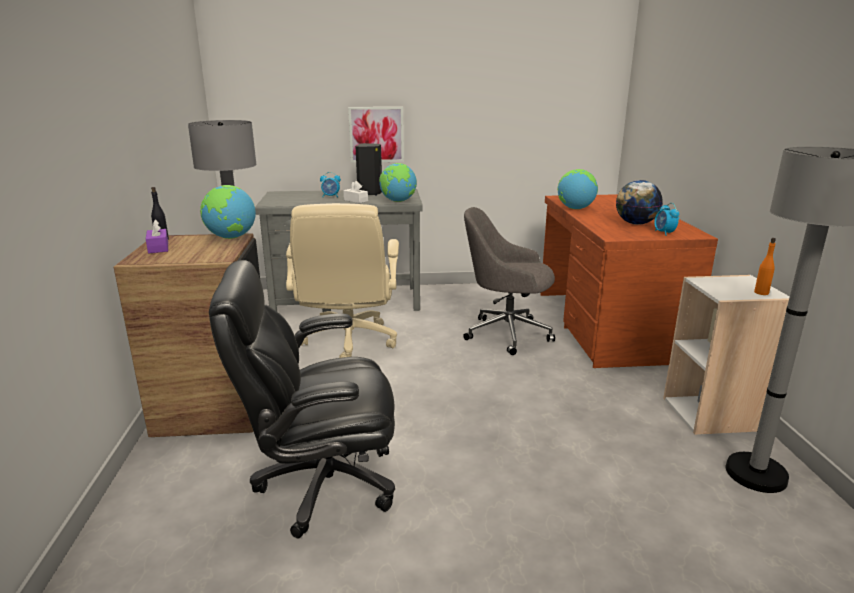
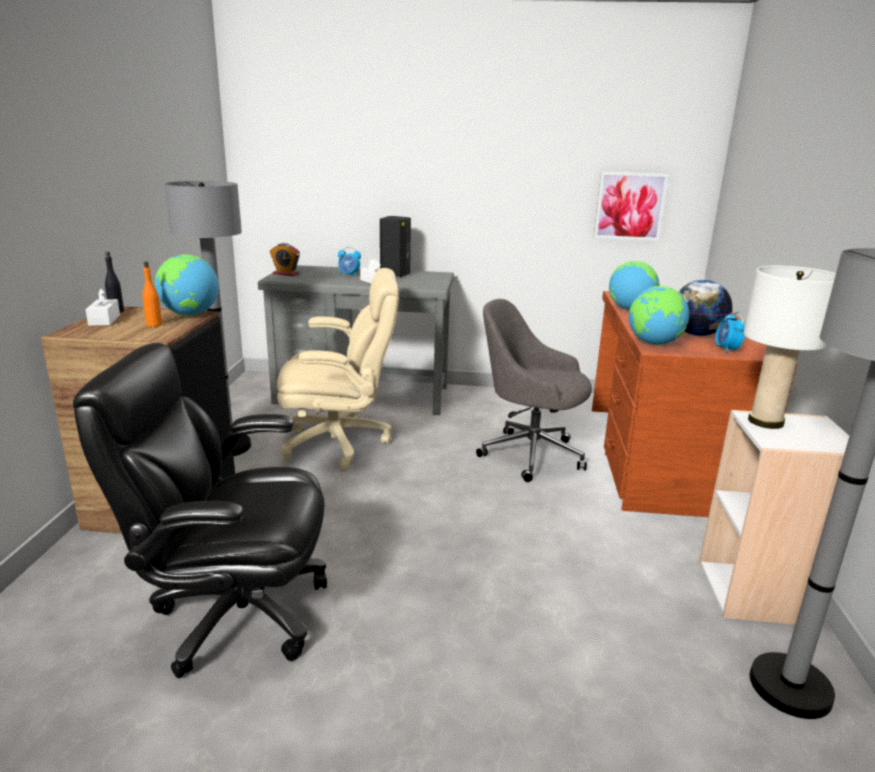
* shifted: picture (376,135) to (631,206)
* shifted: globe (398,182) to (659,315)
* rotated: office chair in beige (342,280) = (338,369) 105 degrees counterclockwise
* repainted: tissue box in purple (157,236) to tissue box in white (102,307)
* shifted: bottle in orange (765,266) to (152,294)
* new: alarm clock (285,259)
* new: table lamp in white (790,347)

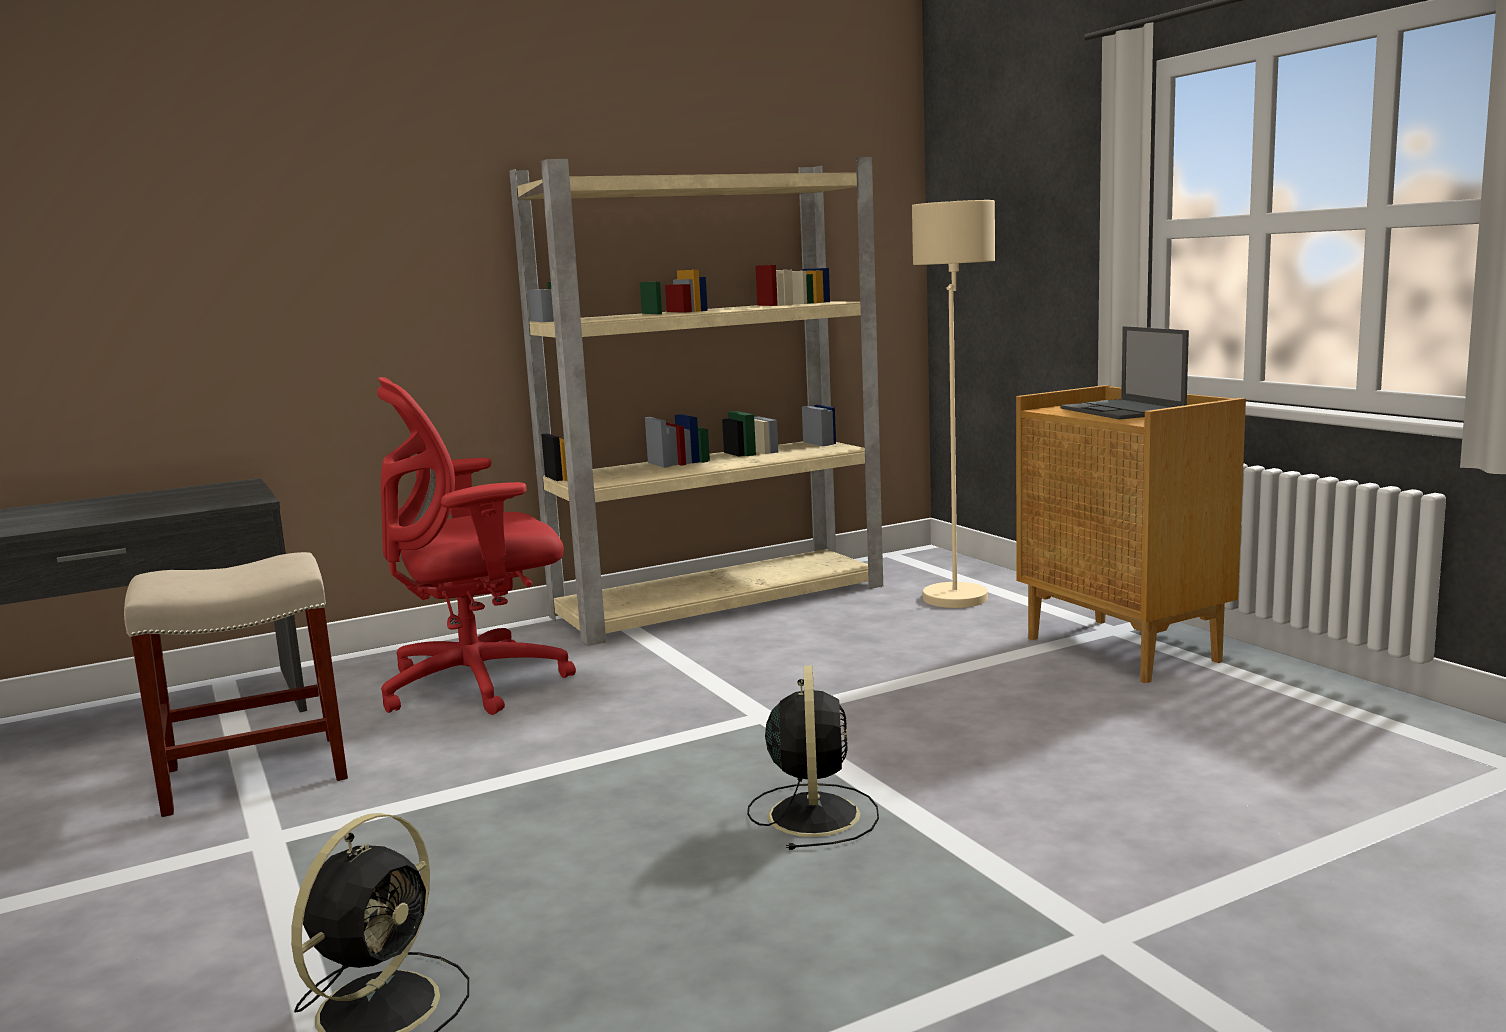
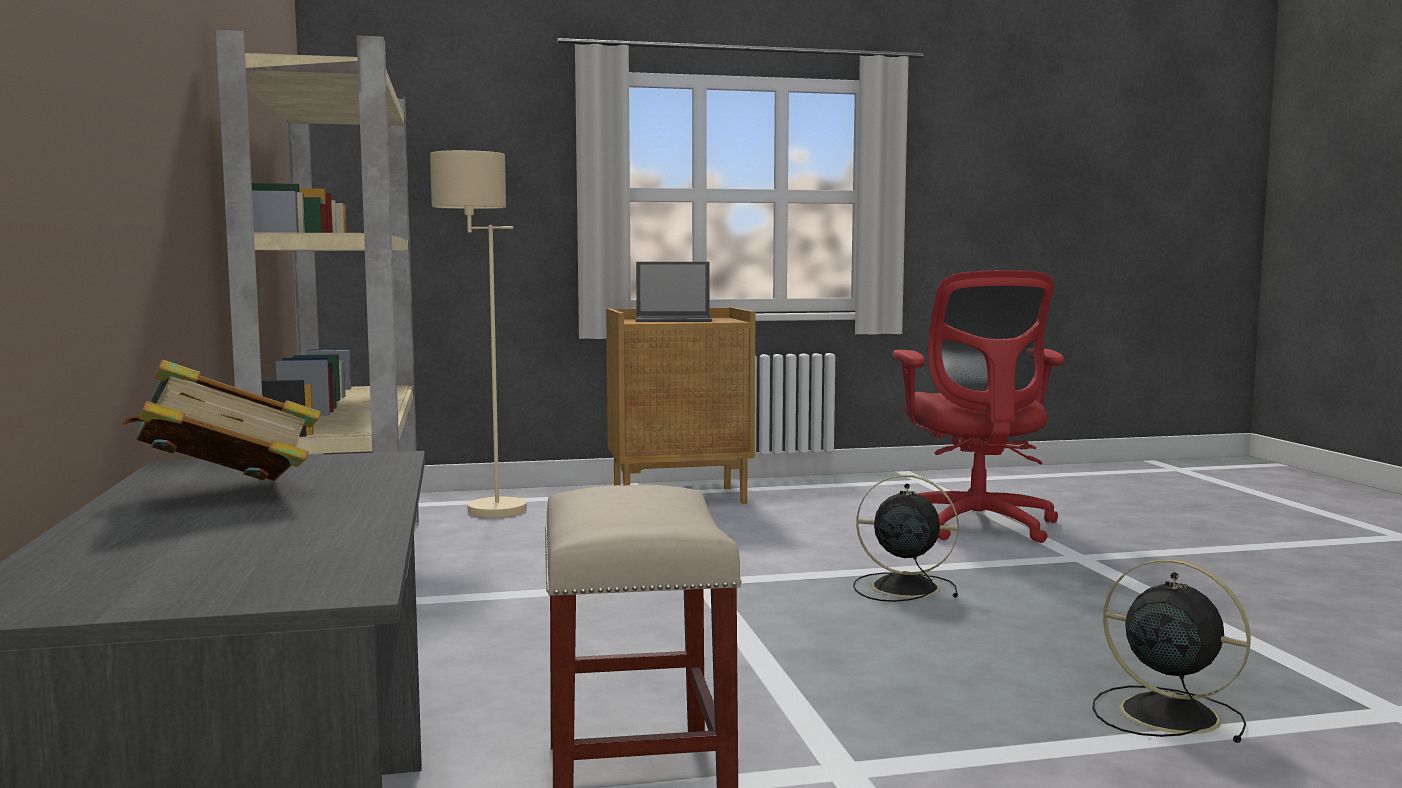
* shifted: office chair in red (476,546) to (978,406)
* new: book (221,420)

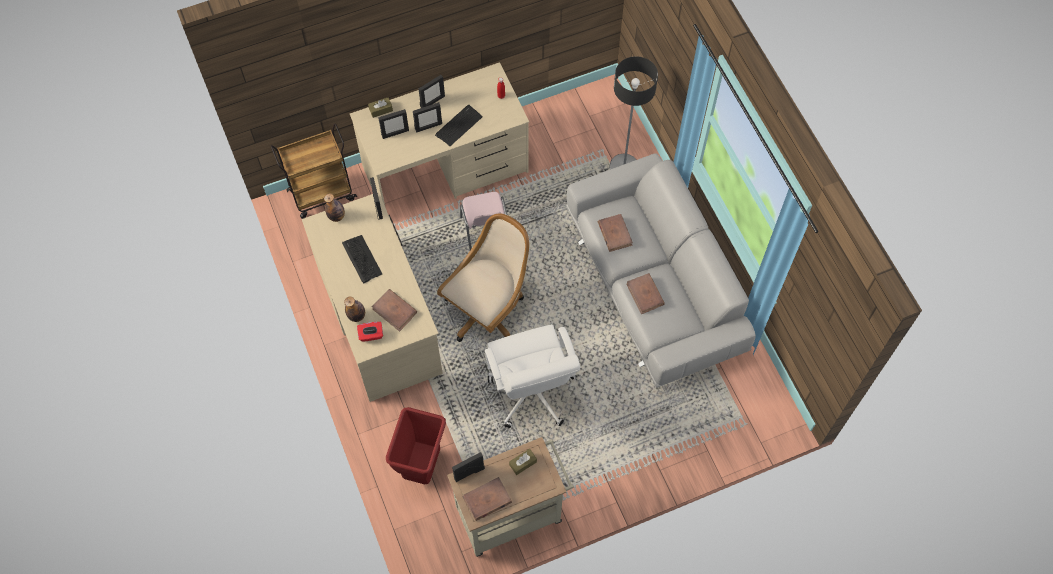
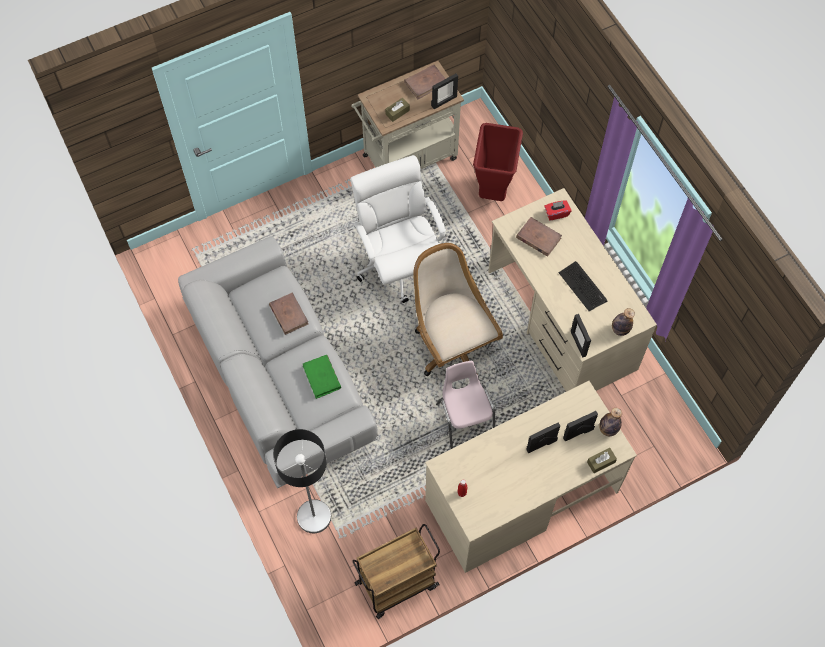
* gone: picture frame (432,91)
* gone: keyboard (459,125)
* shifted: cart in brown (314,171) to (396,571)
* rotated: office chair (483,277) = (458,309) 120 degrees clockwise
* repainted: book in brown (615,233) to book in green (322,377)
* shifted: bottle (354,309) to (610,422)

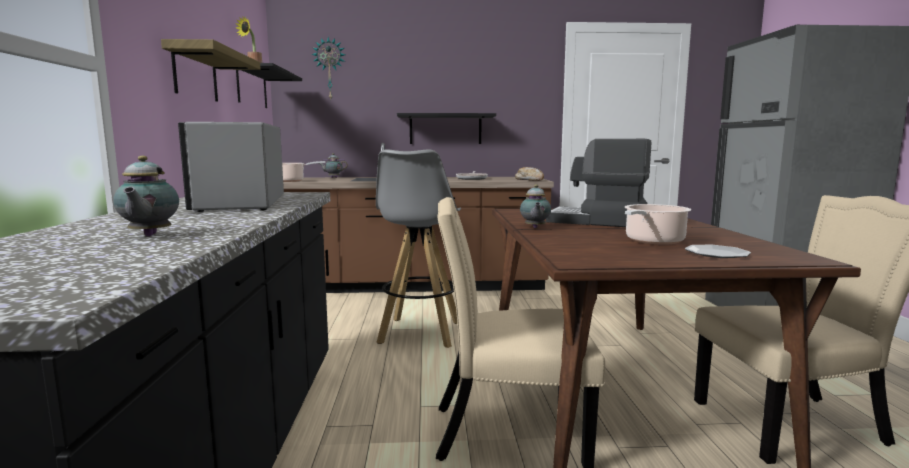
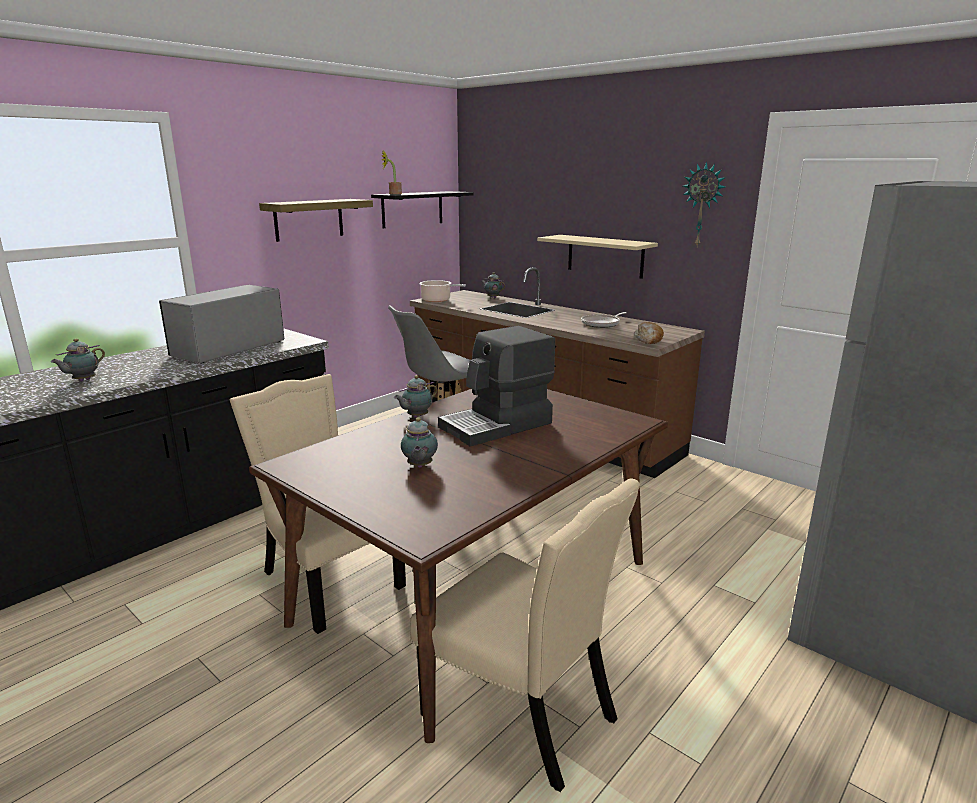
* shifted: wall clock (328,68) to (704,204)
* repainted: shelf in black (446,128) to shelf in beige (597,257)
* rotated: coffee machine (598,183) = (496,386) 105 degrees counterclockwise
* swapped: cooking pot (658,224) to teapot (419,442)
* gone: plate (718,251)

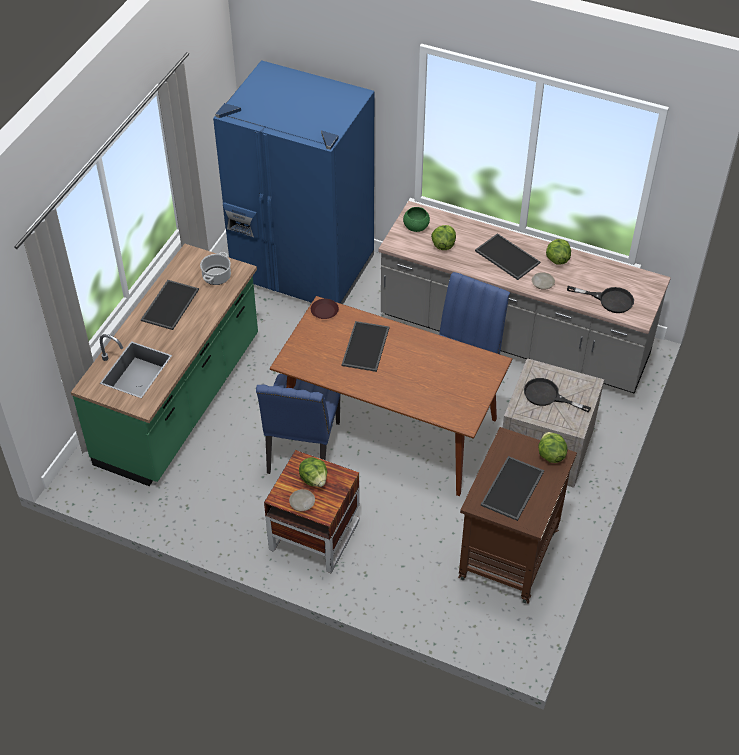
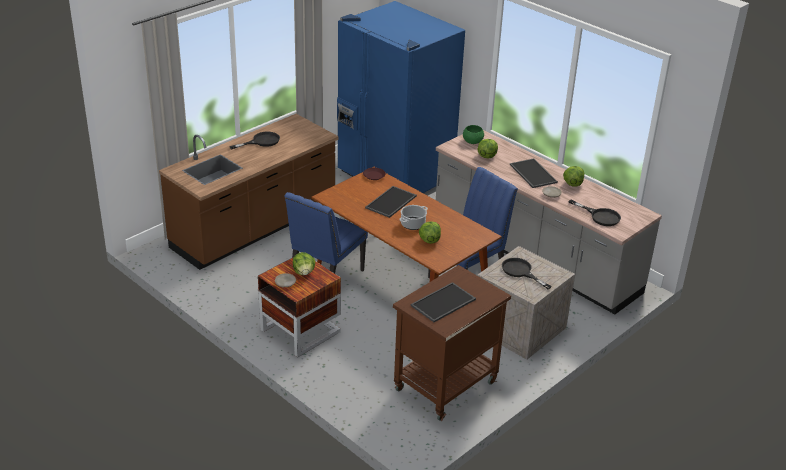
* repainted: counter in green (164,365) to counter in brown (249,192)
* shifted: cooking pot (215,268) to (413,217)
* swapped: tray (170,305) to frying pan in black (254,140)
* shifted: lettuce (552,447) to (430,232)

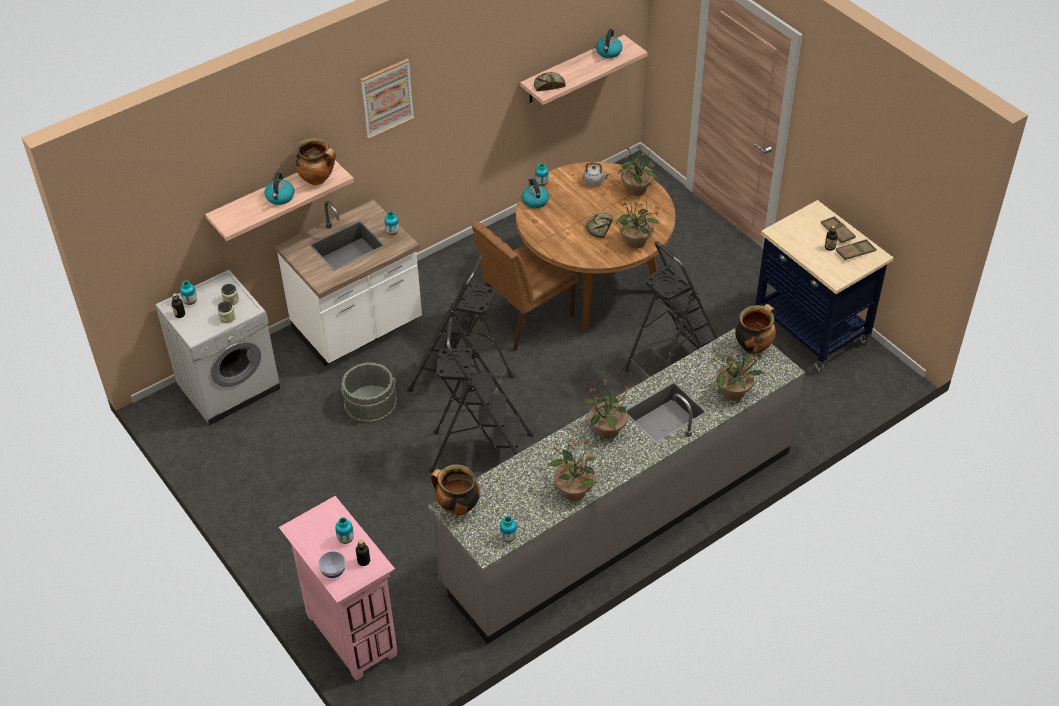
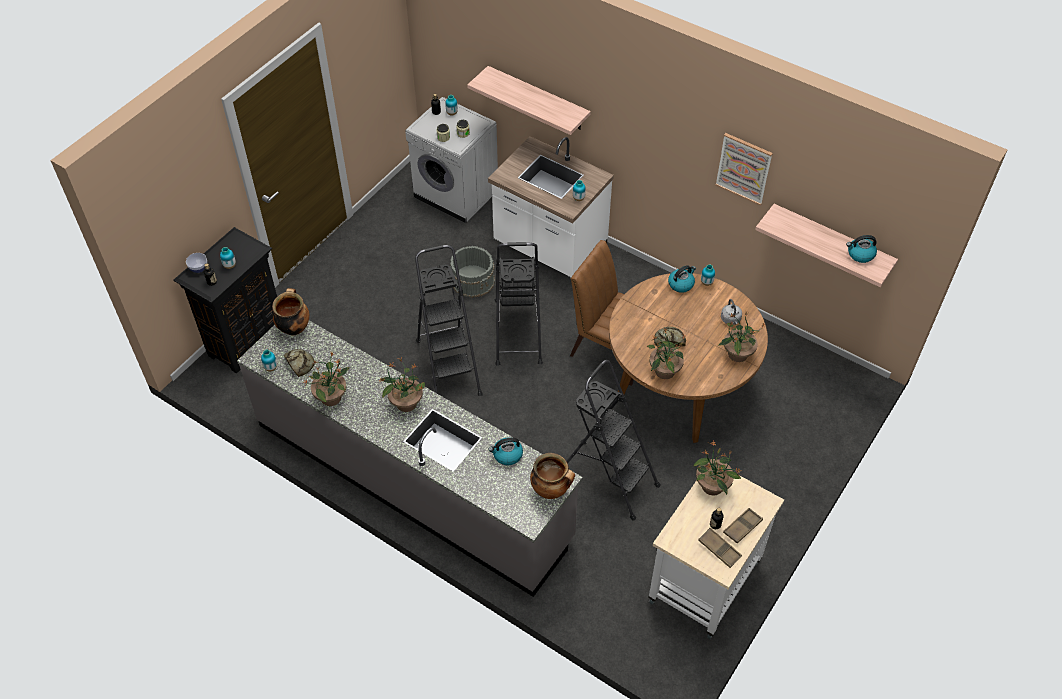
* shifted: picture (387,98) to (744,169)
* shifted: bread (549,81) to (299,363)
* gone: cooking pot (315,161)
* shifted: kettle (279,188) to (506,451)
* repainted: cart in blue (824,286) to cart in white (716,557)
* shifted: potted plant (739,373) to (717,468)
* repainted: cabinet in pink (338,588) to cabinet in black (225,300)

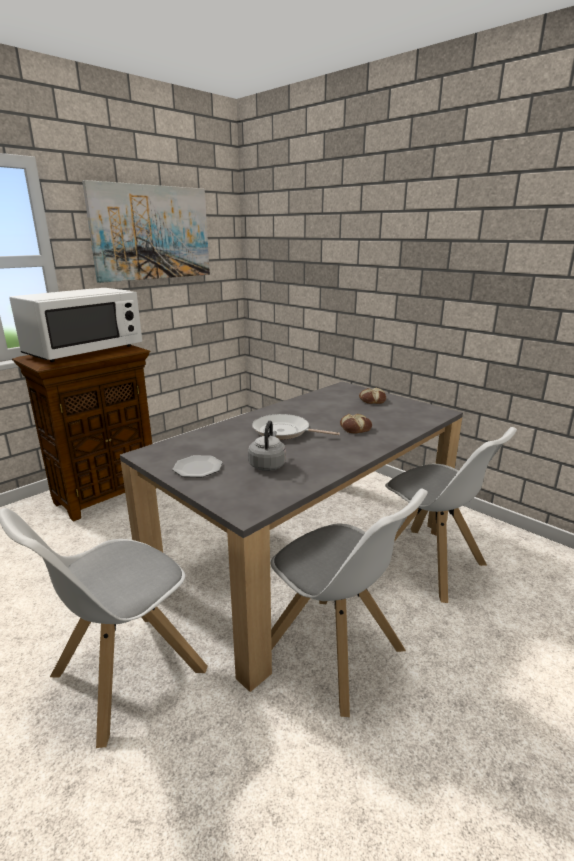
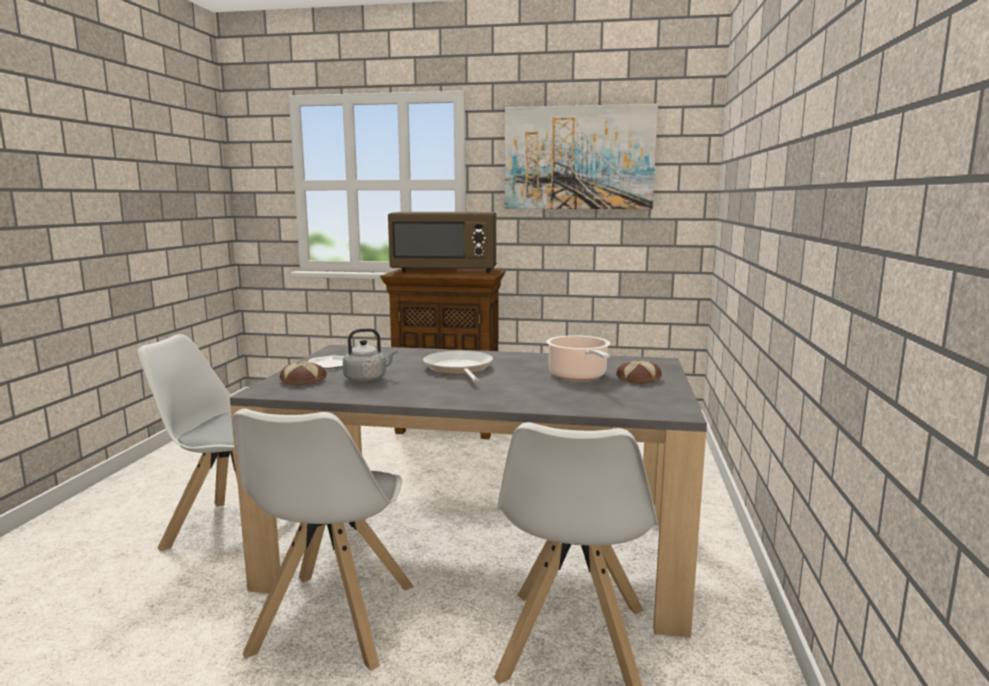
* repainted: microwave in white (75,325) to microwave in brown (442,242)
* shifted: bread (356,424) to (303,372)
* new: cooking pot (578,358)

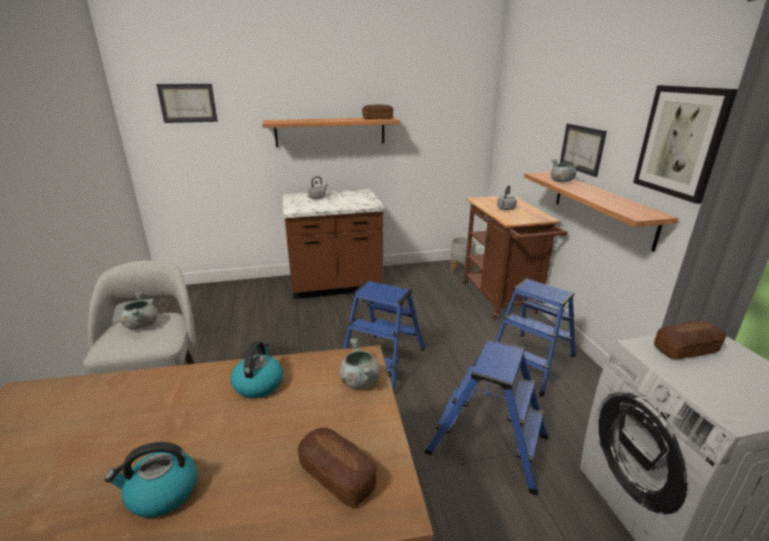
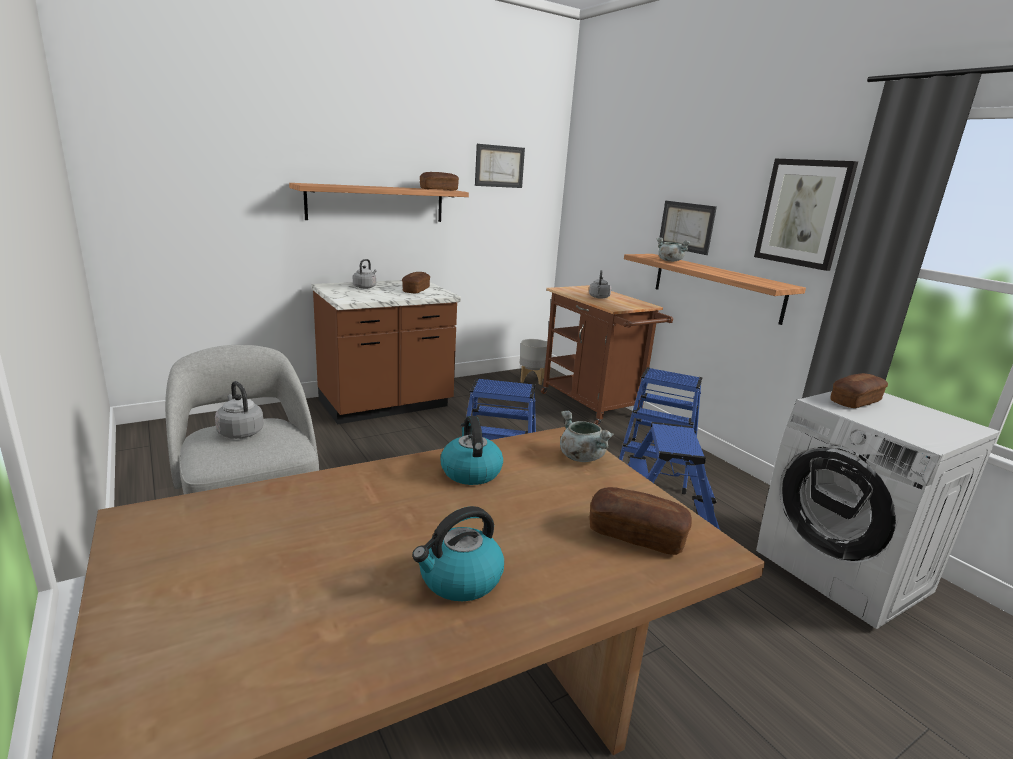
* shifted: picture (187,103) to (500,166)
* swapped: cooking pot in grey (139,310) to kettle in grey (239,410)
* new: bread (416,282)

